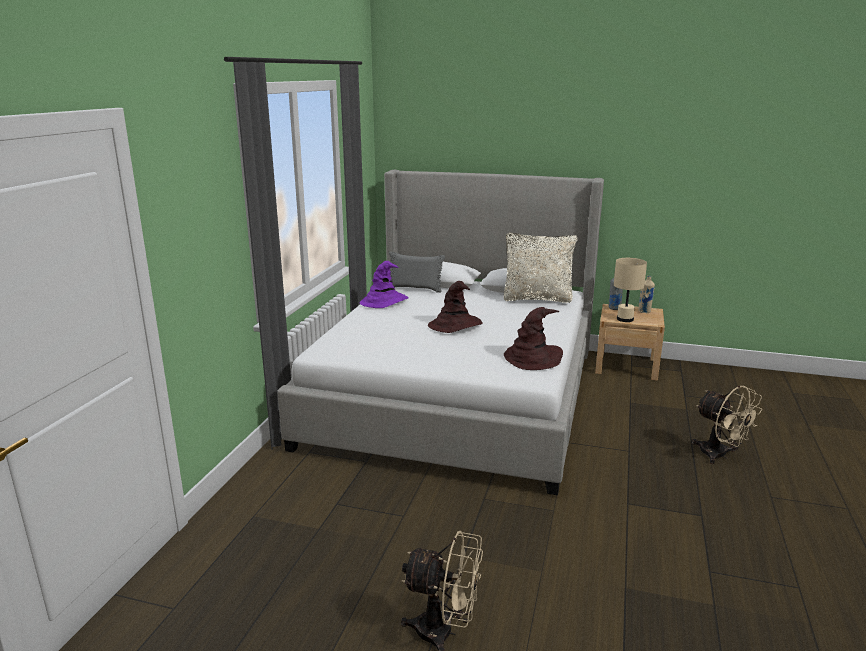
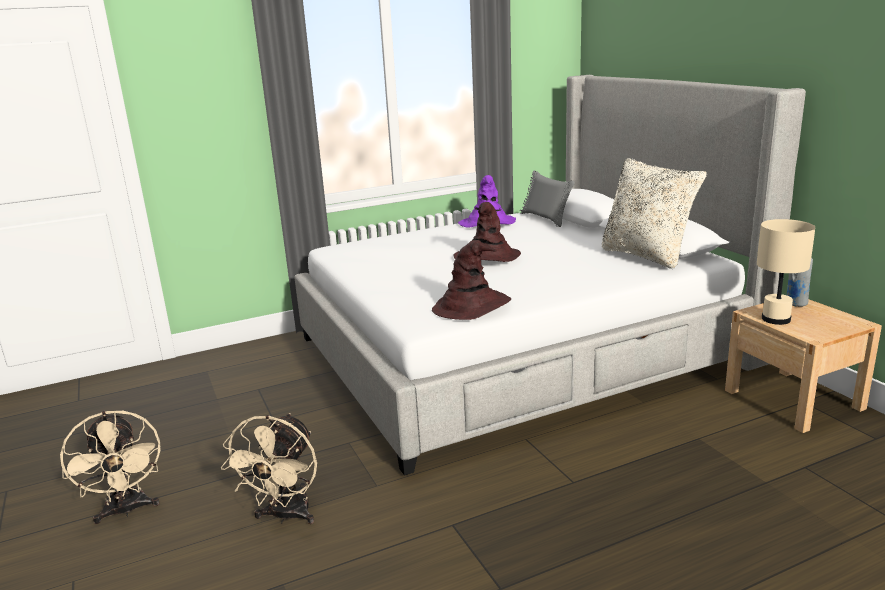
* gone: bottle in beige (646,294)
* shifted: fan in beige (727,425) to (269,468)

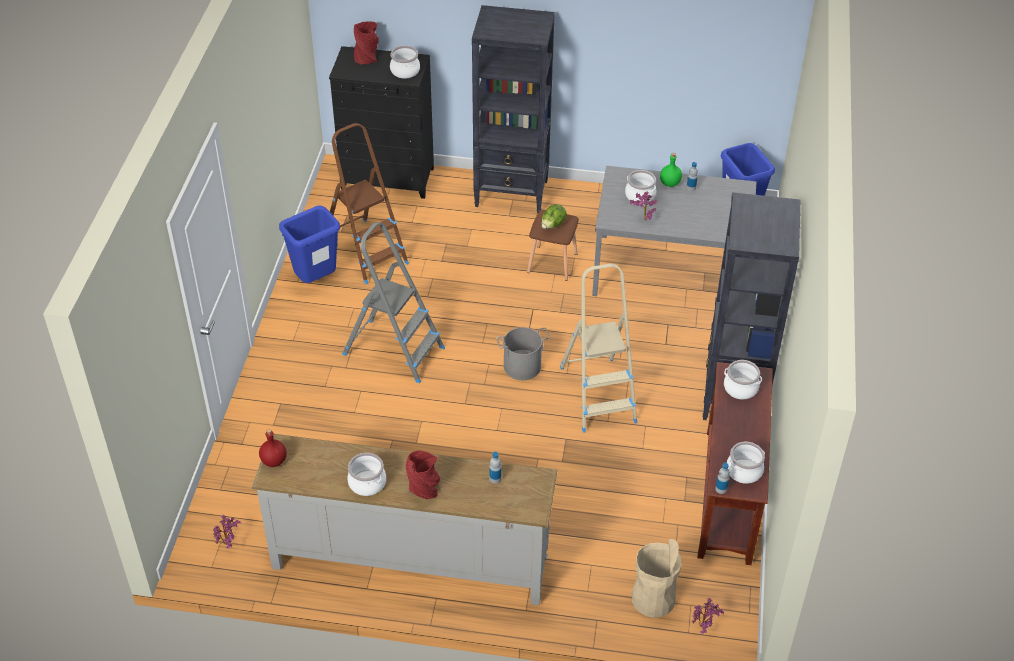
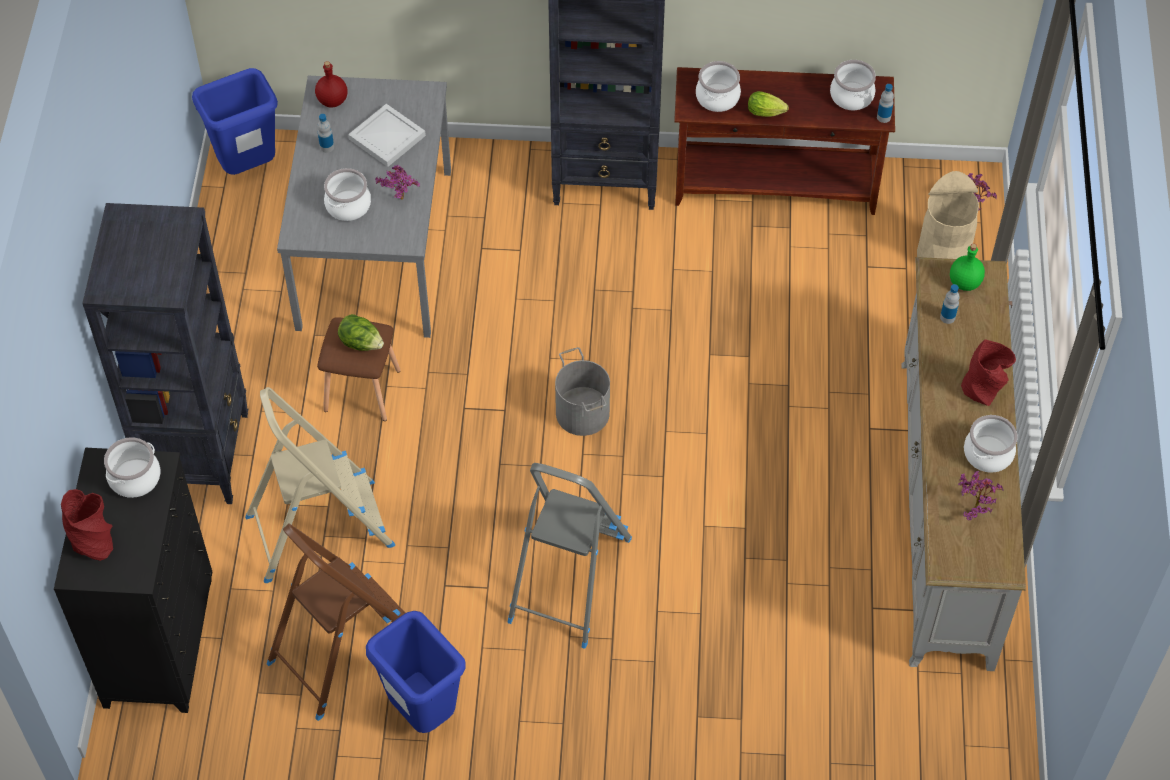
* shifted: bottle in green (671,170) to (967,267)
* shifted: step ladder in beige (598,348) to (320,485)
* shifted: bottle in red (273,448) to (331,84)
* shifted: potted plant (227,532) to (981,495)
* new: lettuce (768,104)
* new: tray in white (387,135)

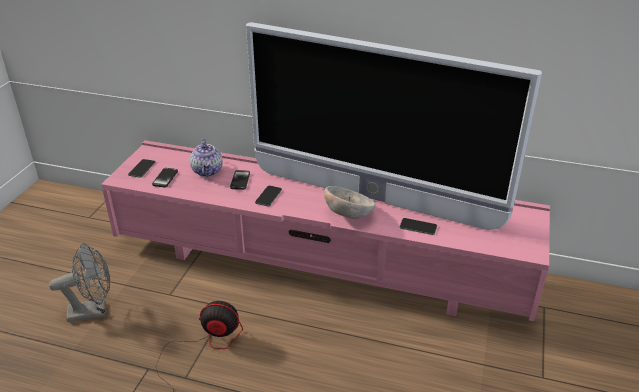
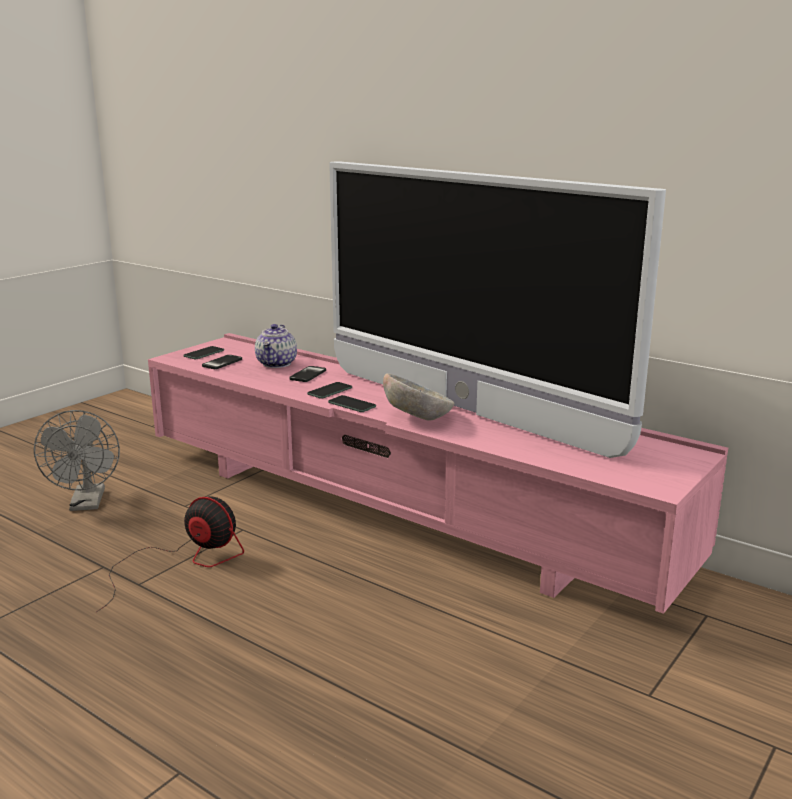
* shifted: phone (418,226) to (352,403)
* rotated: fan in grey (79,282) = (77,460) 75 degrees clockwise

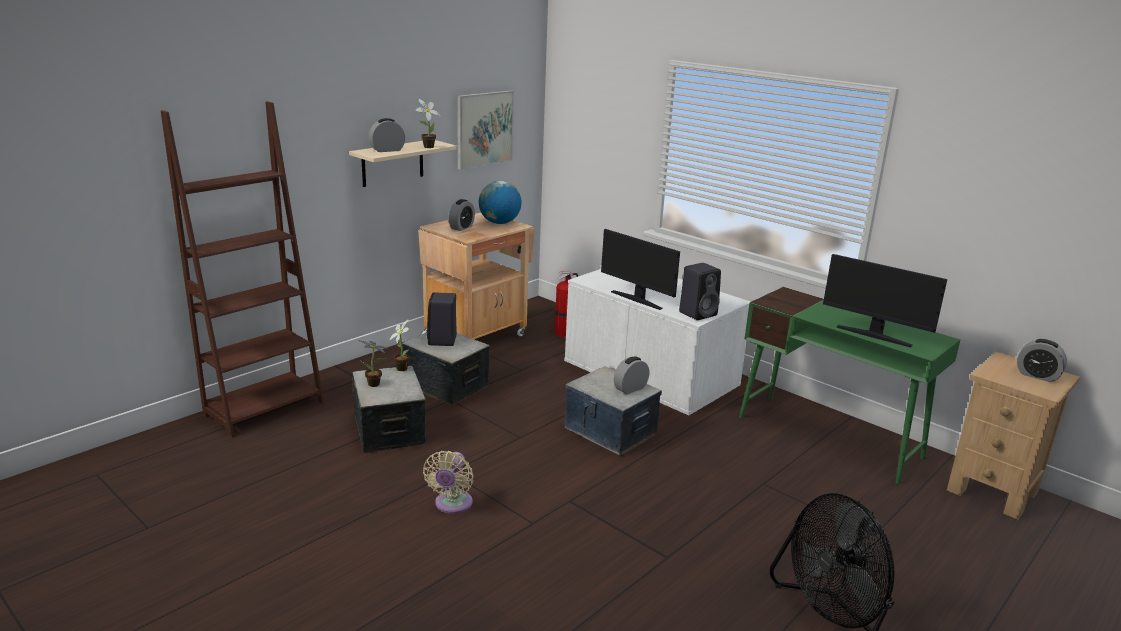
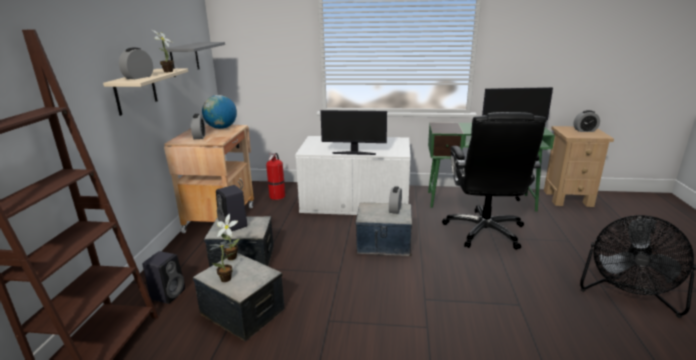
* swapped: picture (485,130) to shelf in grey (195,59)
* shifted: speaker in black (700,291) to (164,277)
* gone: fan in beige (448,482)
* new: office chair in black (494,181)

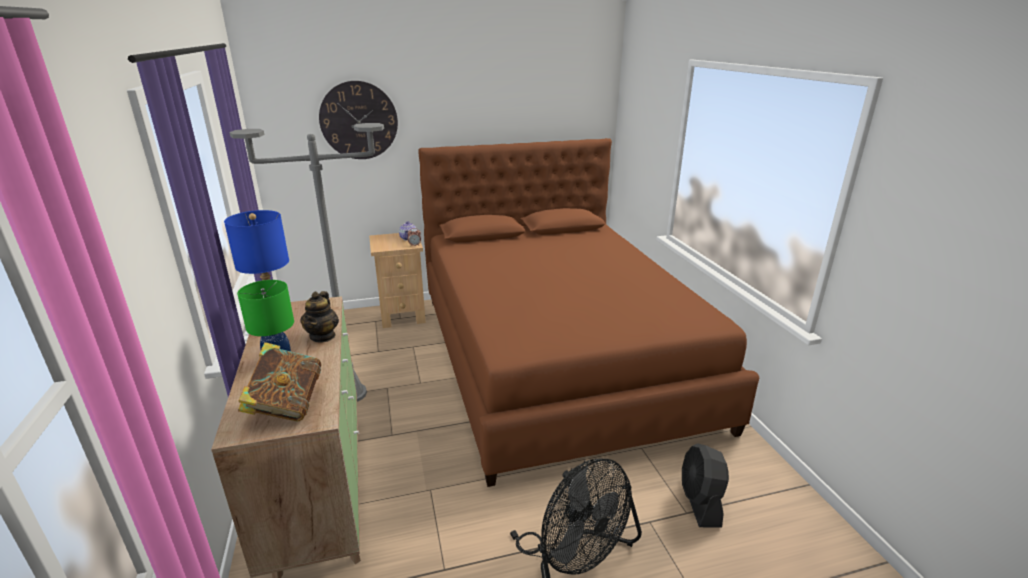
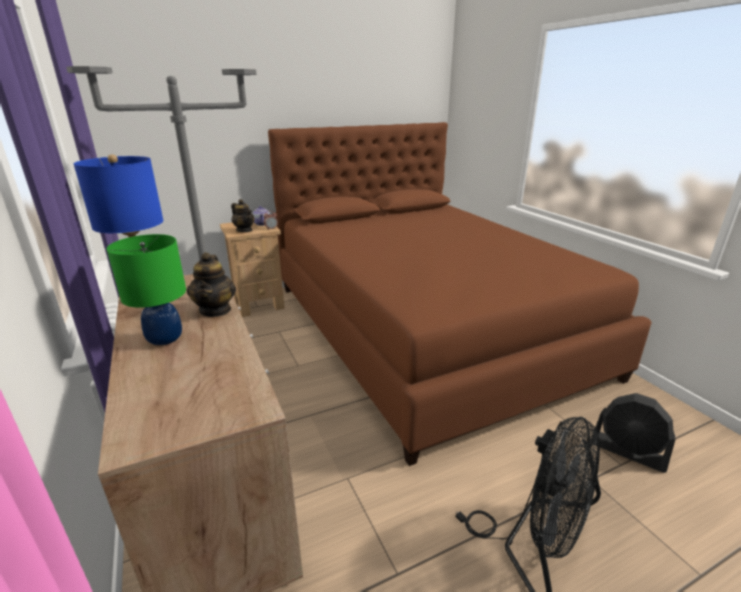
* gone: wall clock (358,120)
* gone: book (279,381)
* rotated: fan in black (705,485) = (632,433) 45 degrees counterclockwise
* new: teapot (242,215)

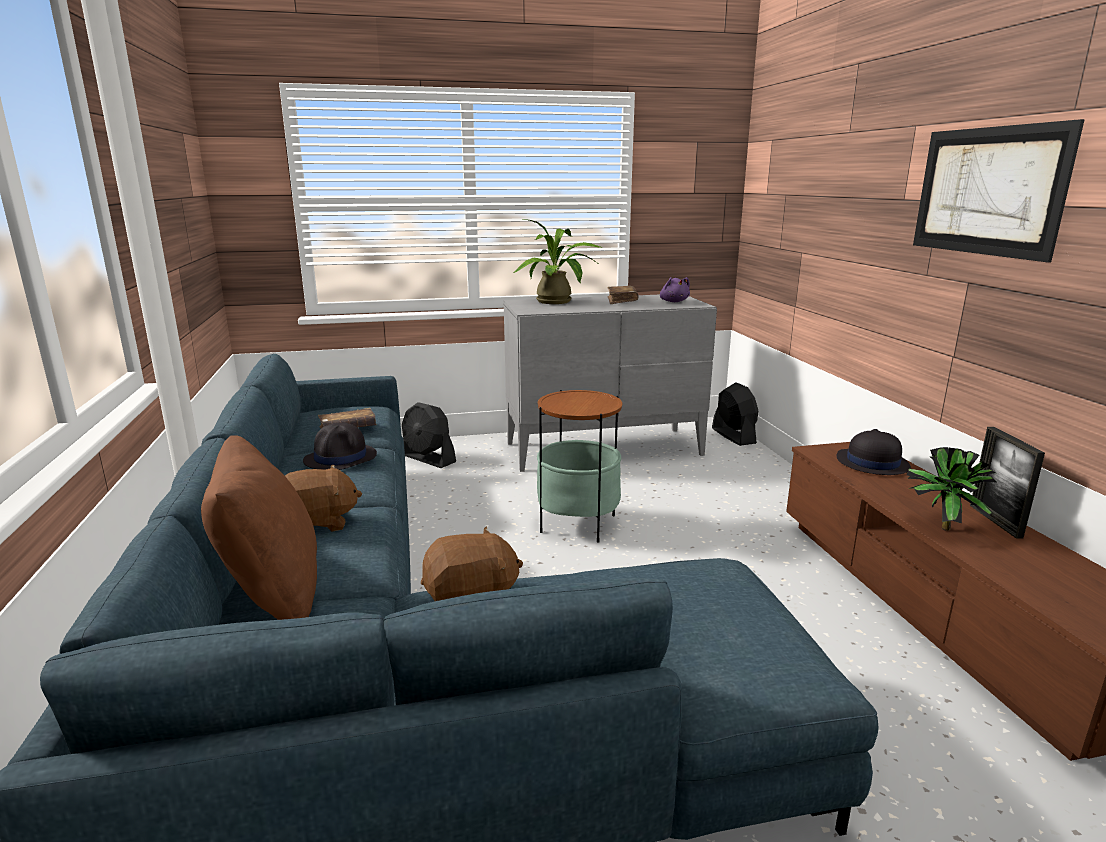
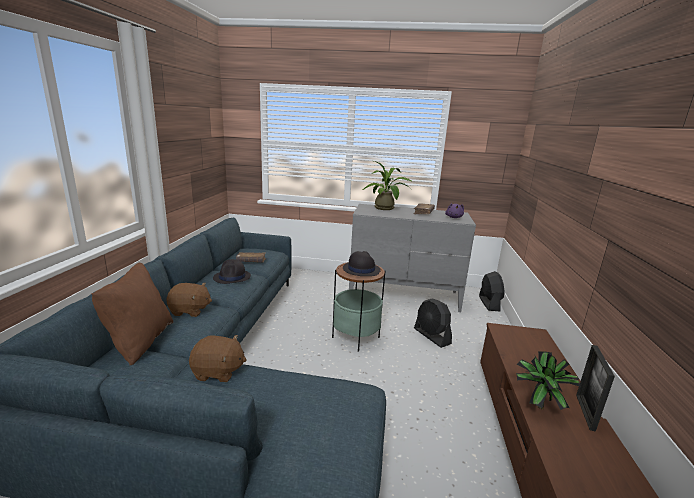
* gone: picture (999,191)
* shifted: fan in black (429,435) to (433,323)
* shifted: hat in black (874,452) to (362,263)

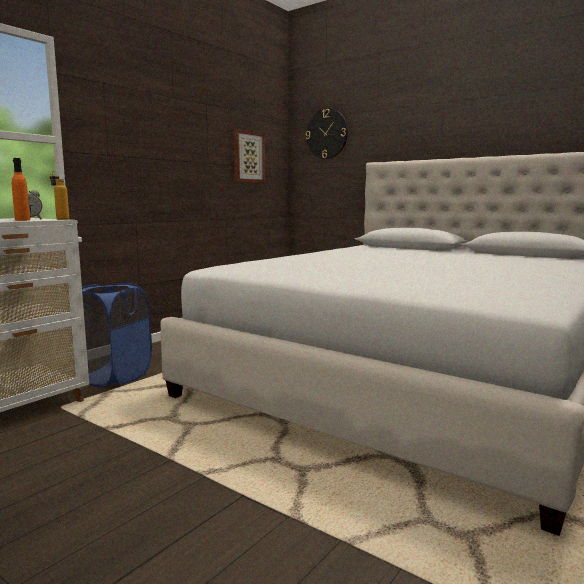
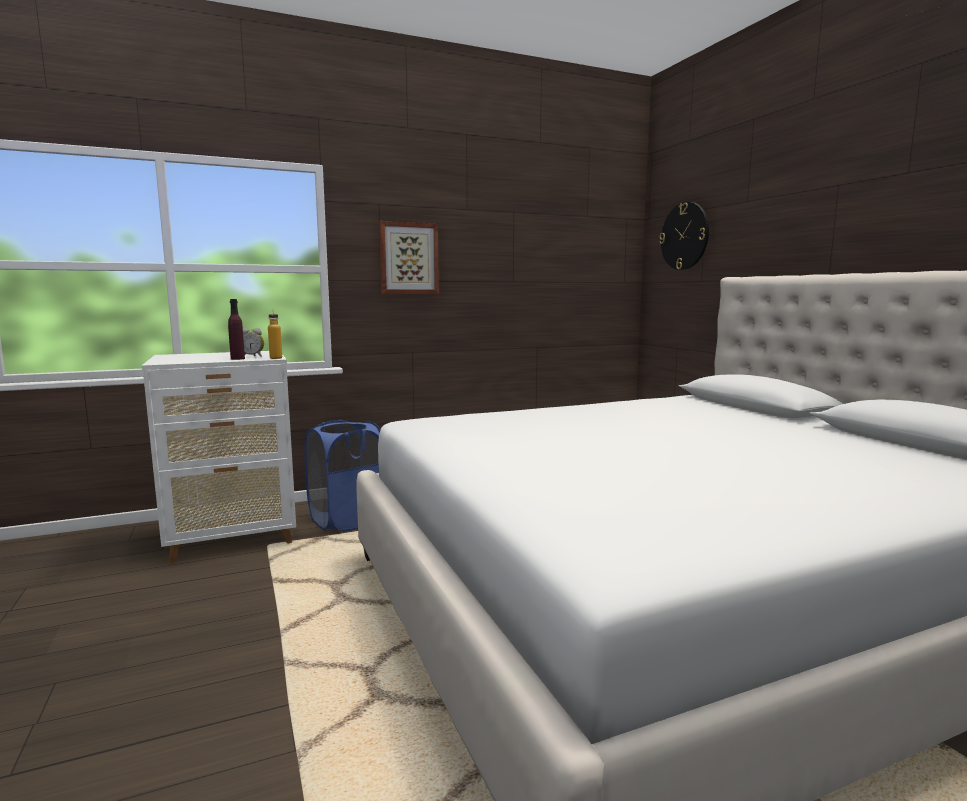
* shifted: picture (249,156) to (409,257)
* repainted: bottle in orange (21,189) to bottle in purple (236,329)

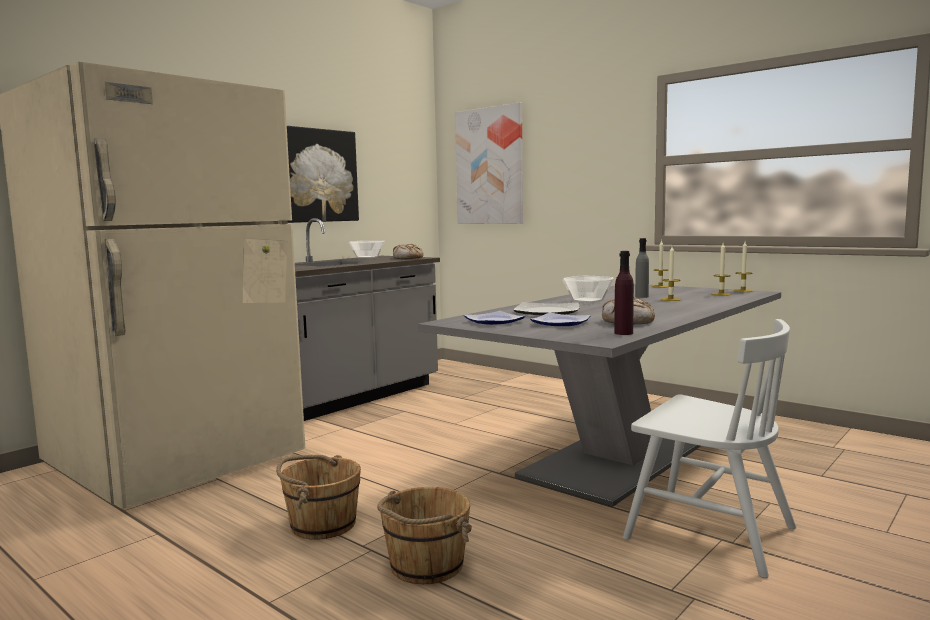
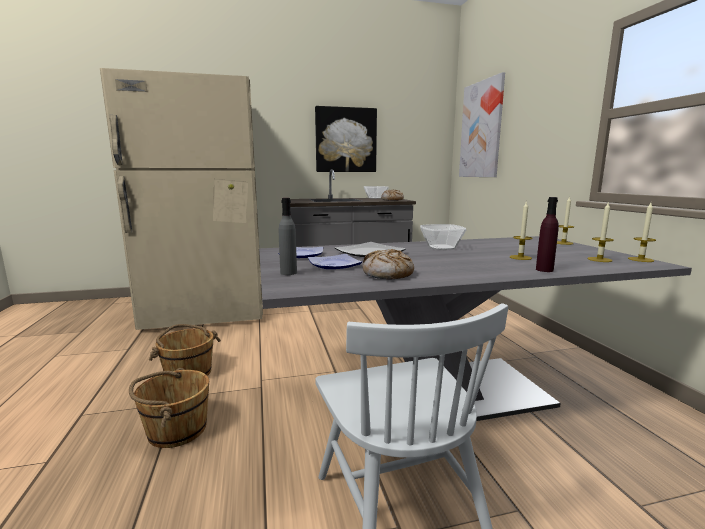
* shifted: bottle in grey (642,268) to (288,236)
* shifted: bottle in purple (624,293) to (547,234)

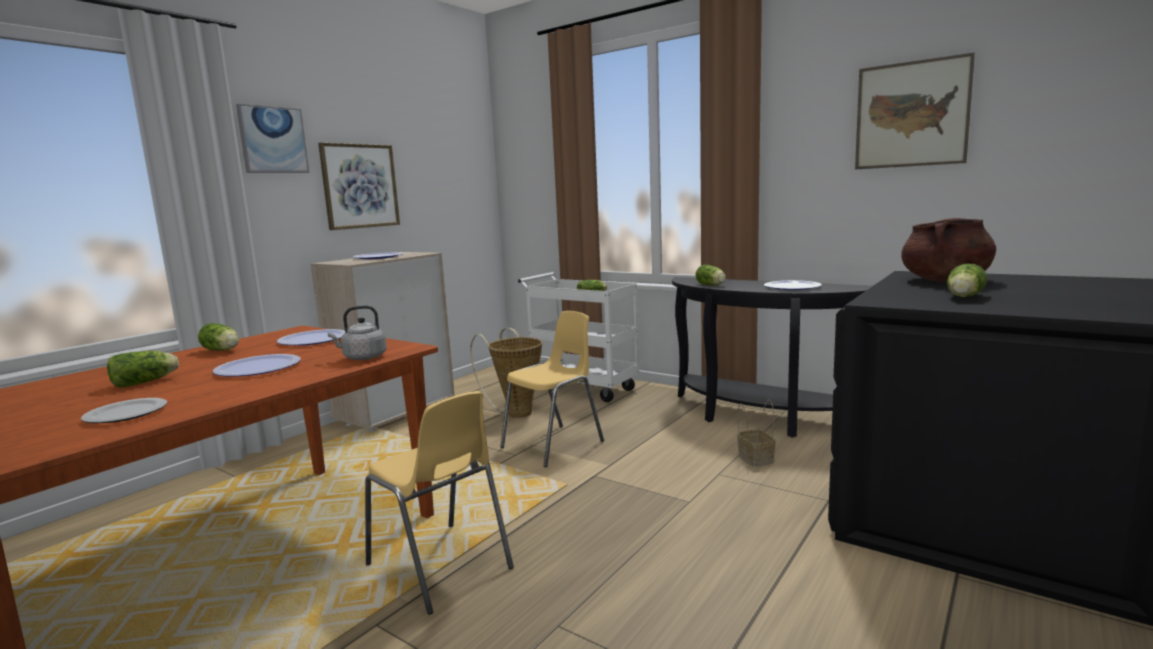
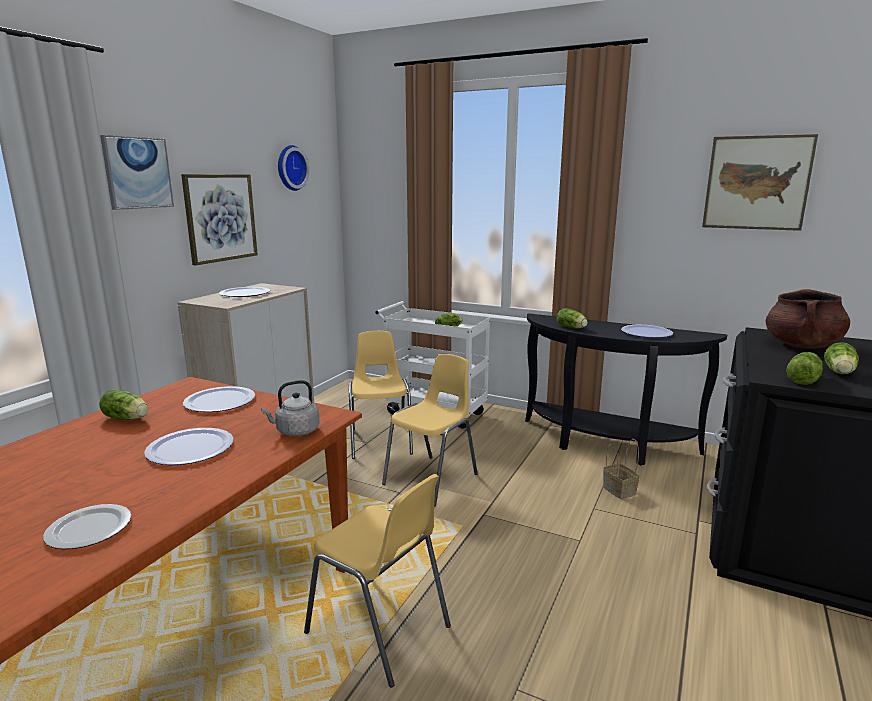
* swapped: basket (506,373) to chair in yellow (381,395)
* shifted: lettuce (143,369) to (804,368)
* new: wall clock (293,168)

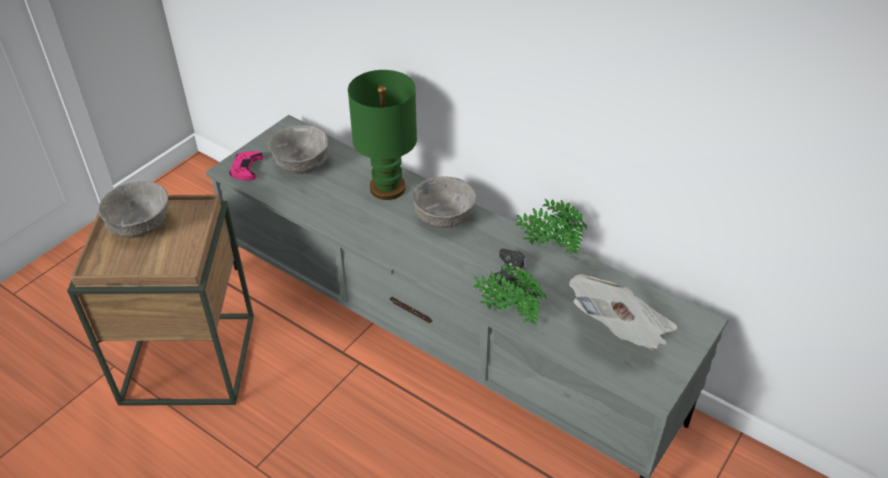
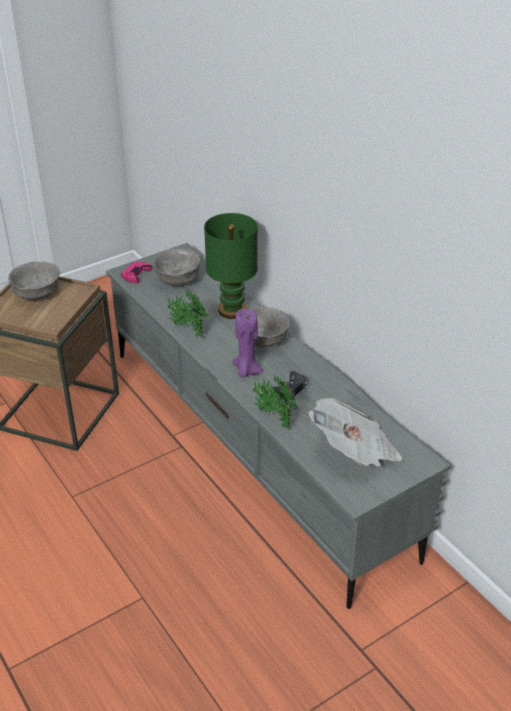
* shifted: potted plant (551,227) to (188,313)
* new: candle in purple (247,343)

